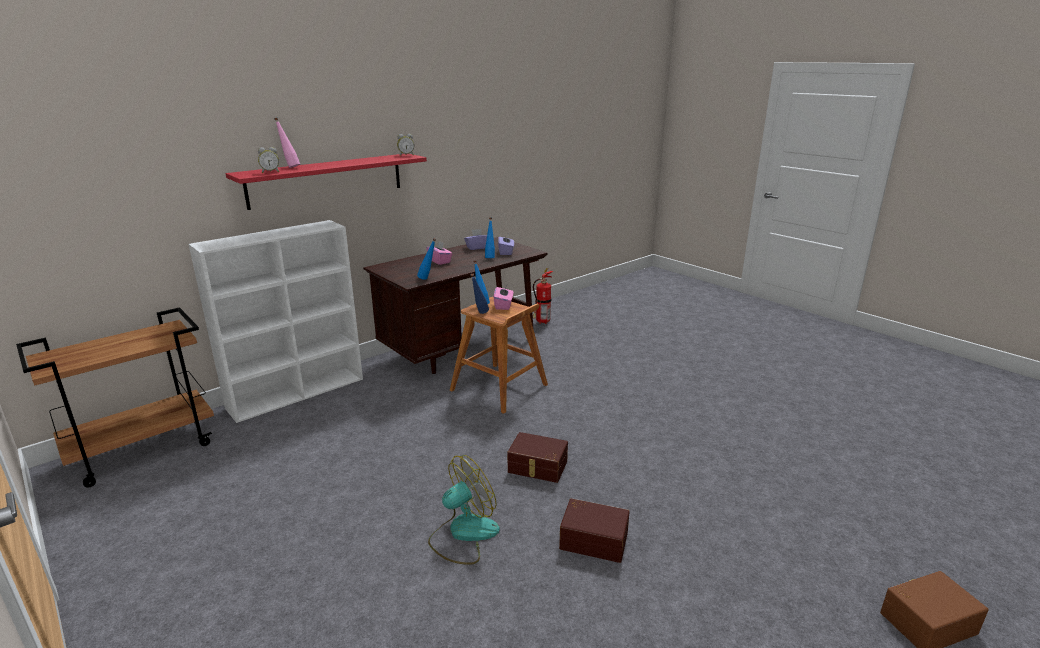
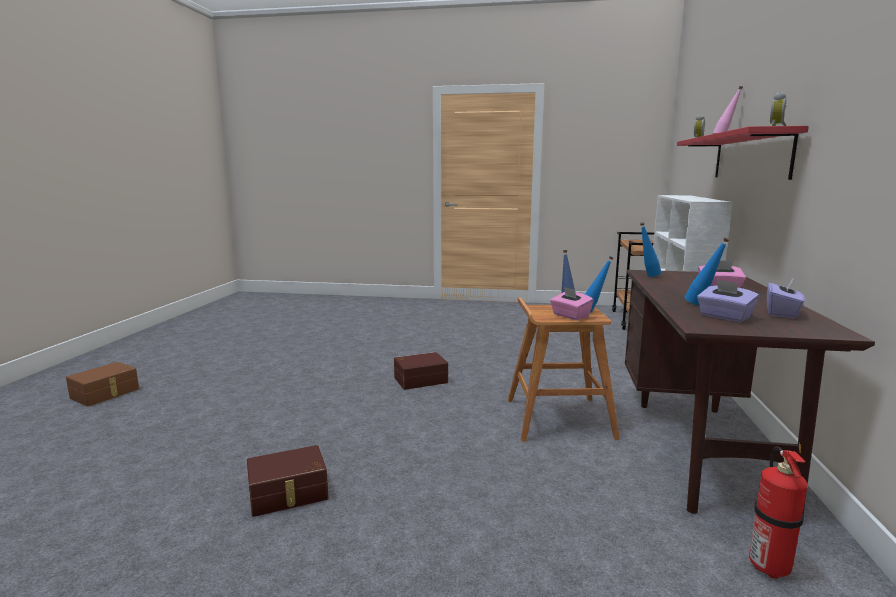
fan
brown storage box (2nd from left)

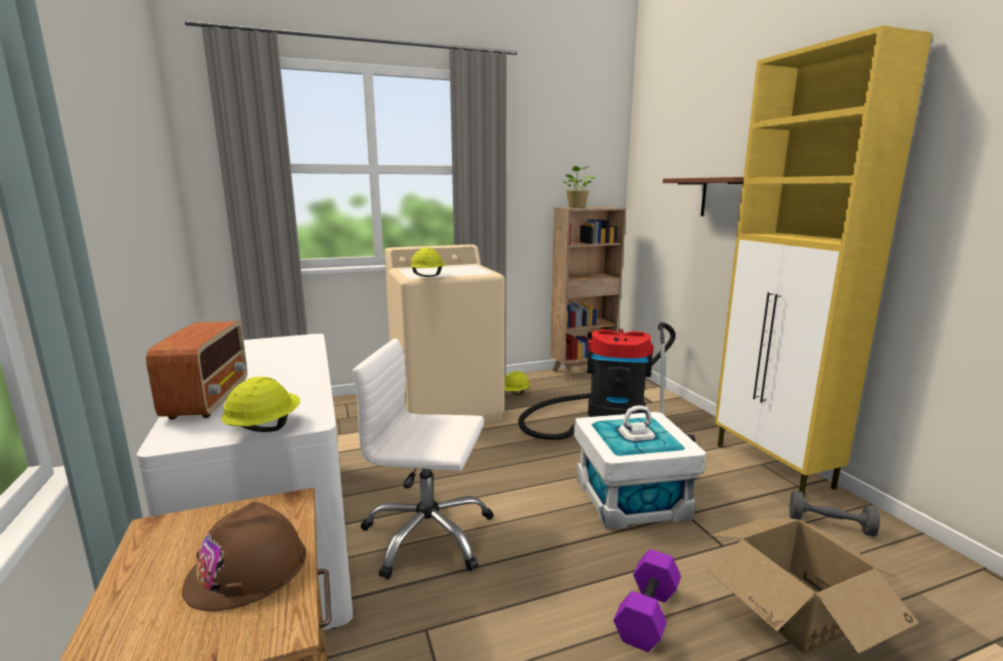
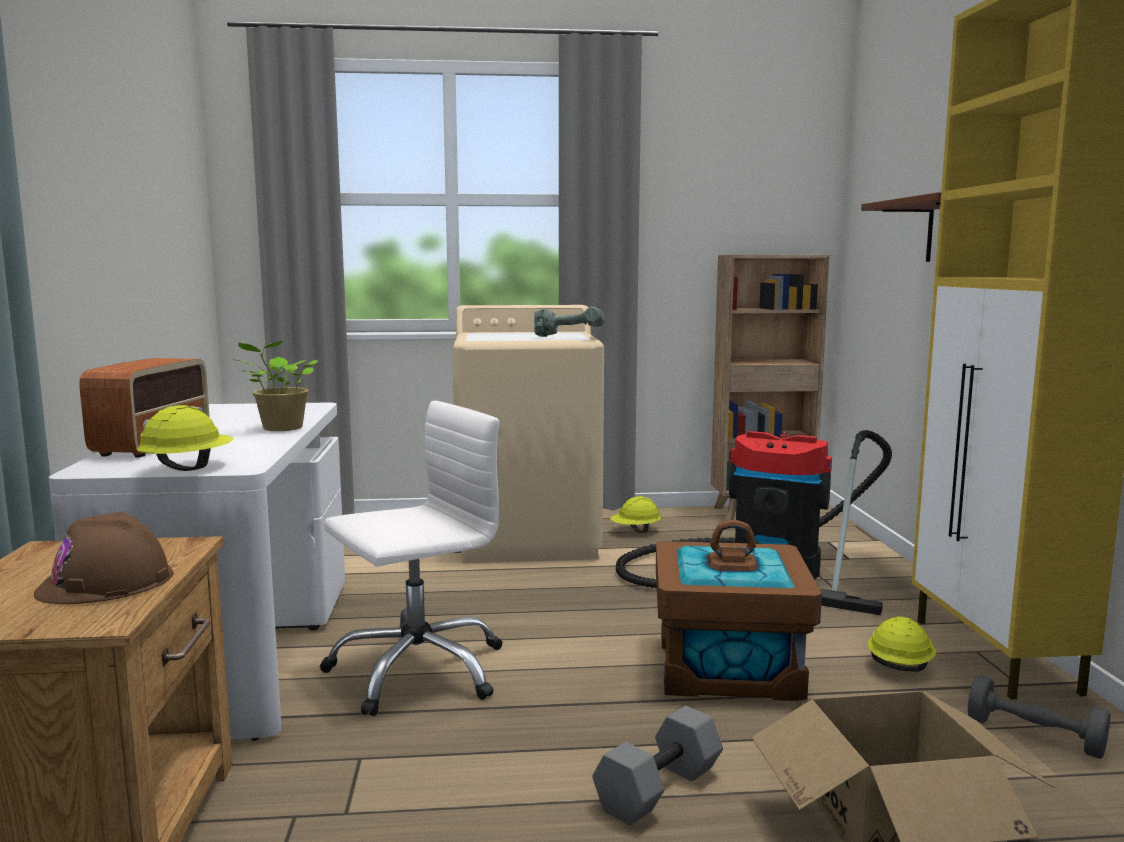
potted plant
yellow hard hat (3rd from left)
white office chair
brown storage box
grey dumbbell (1st from left)
power drill

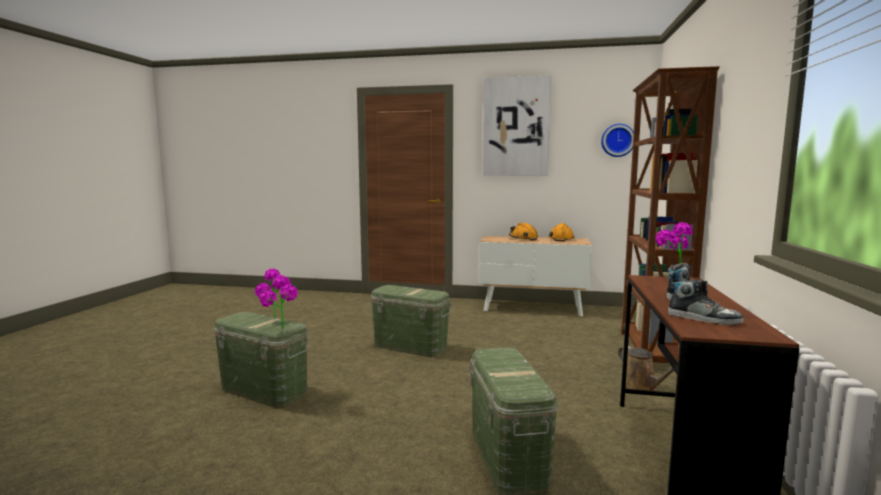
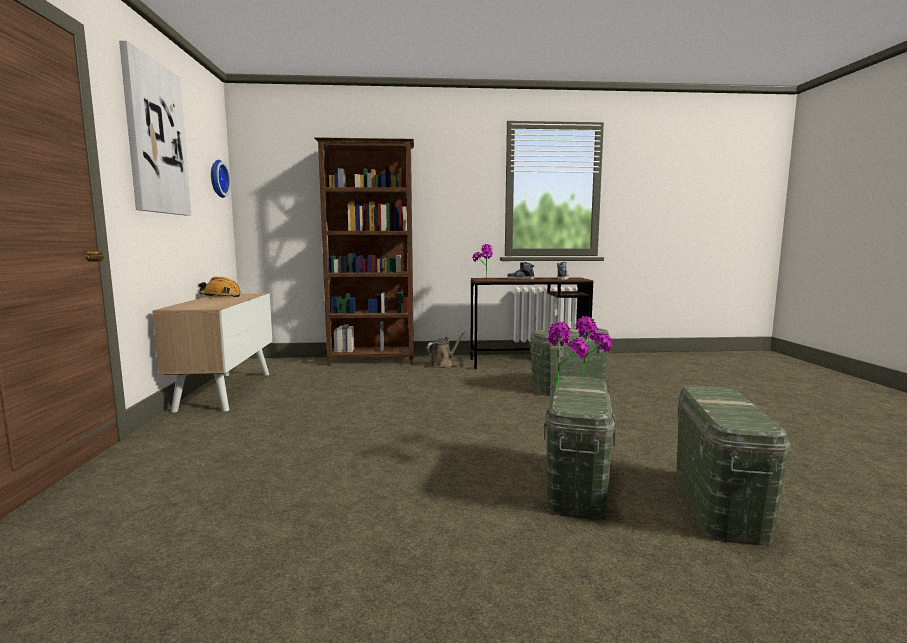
orange hard hat (1st from left in the first image)
green storage box (3rd from left)

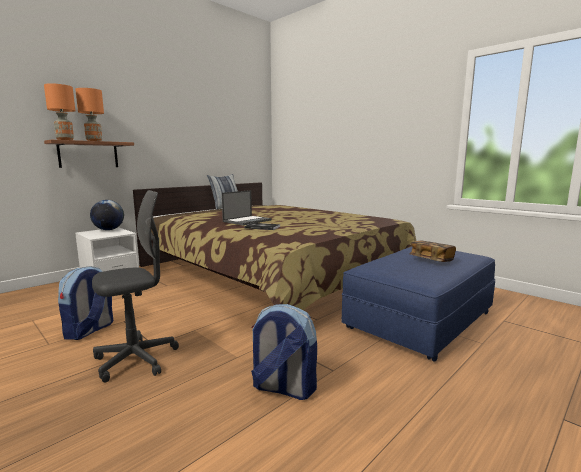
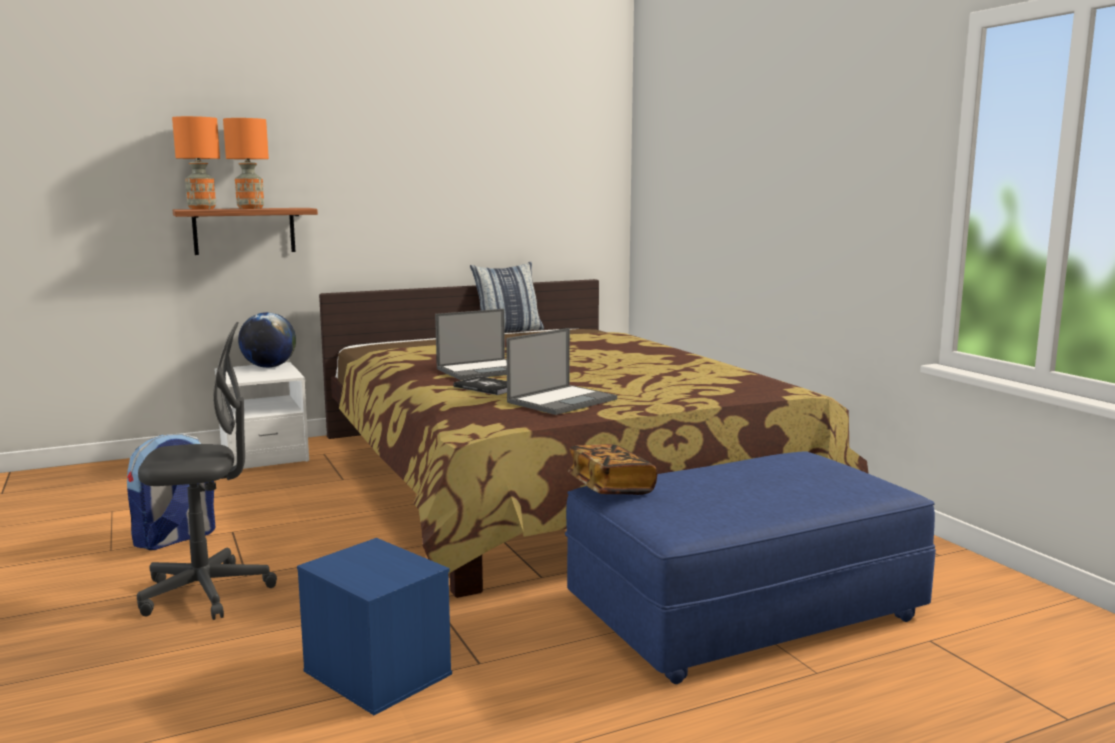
book (2nd from left)
blue storage box
laptop (2nd from left)

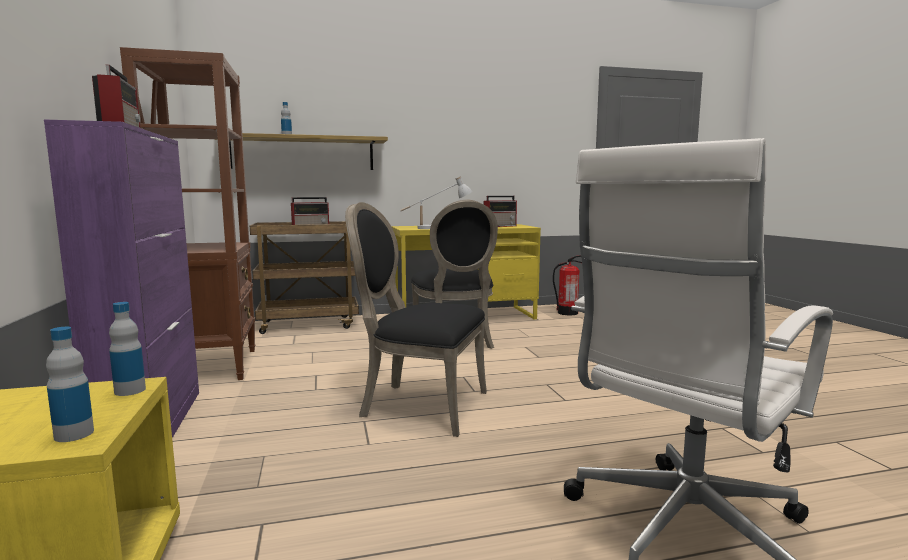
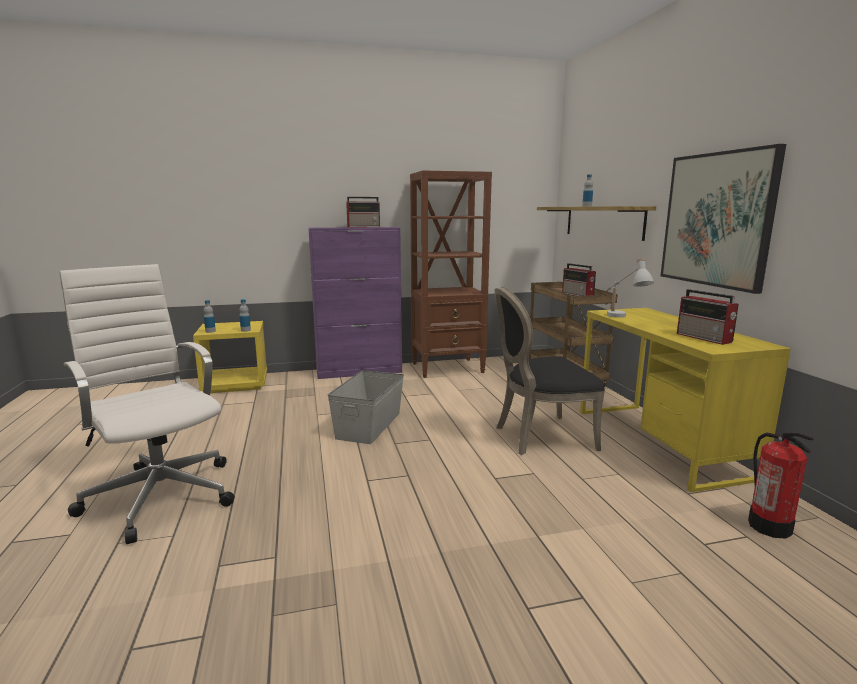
grey storage box
picture

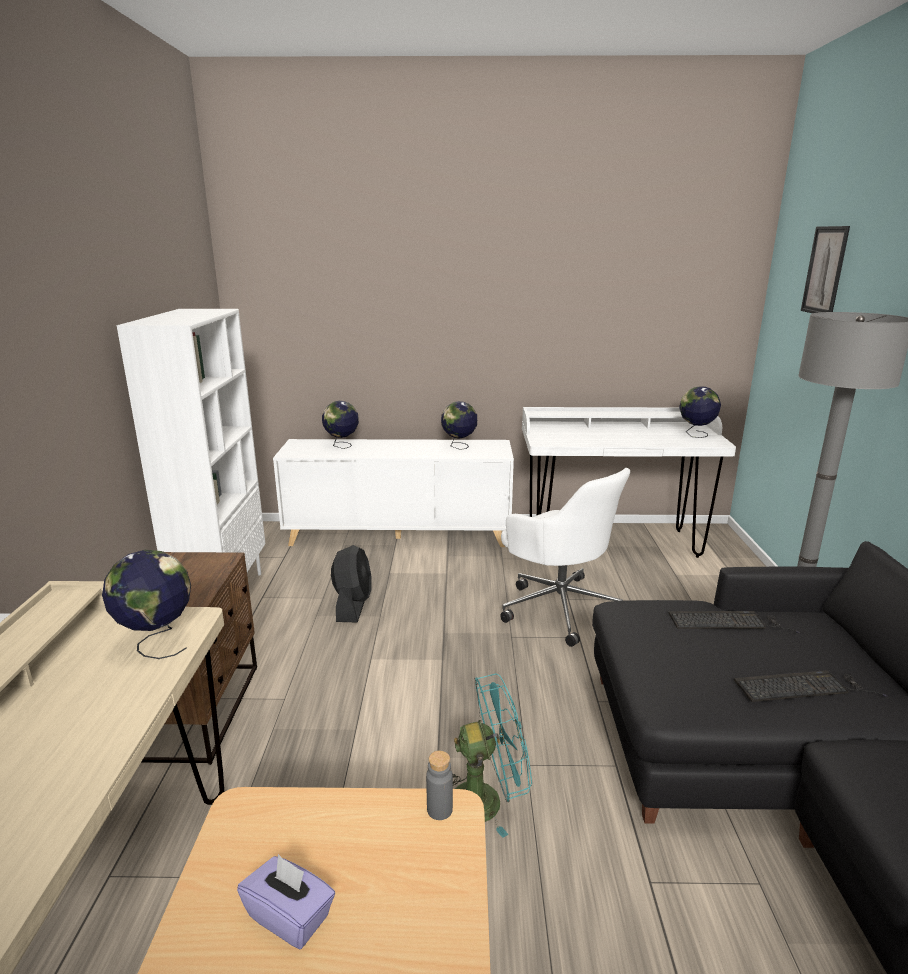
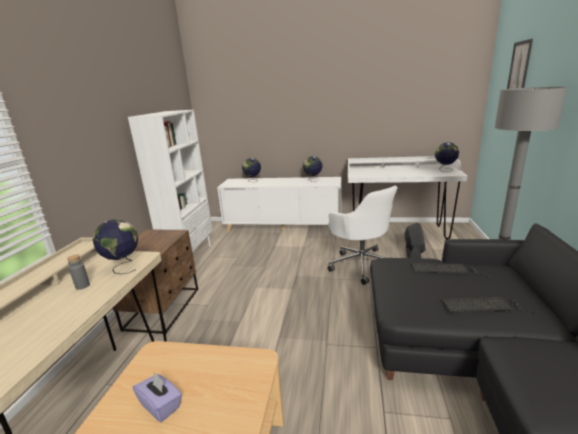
black fan
turquoise fan
grey bottle

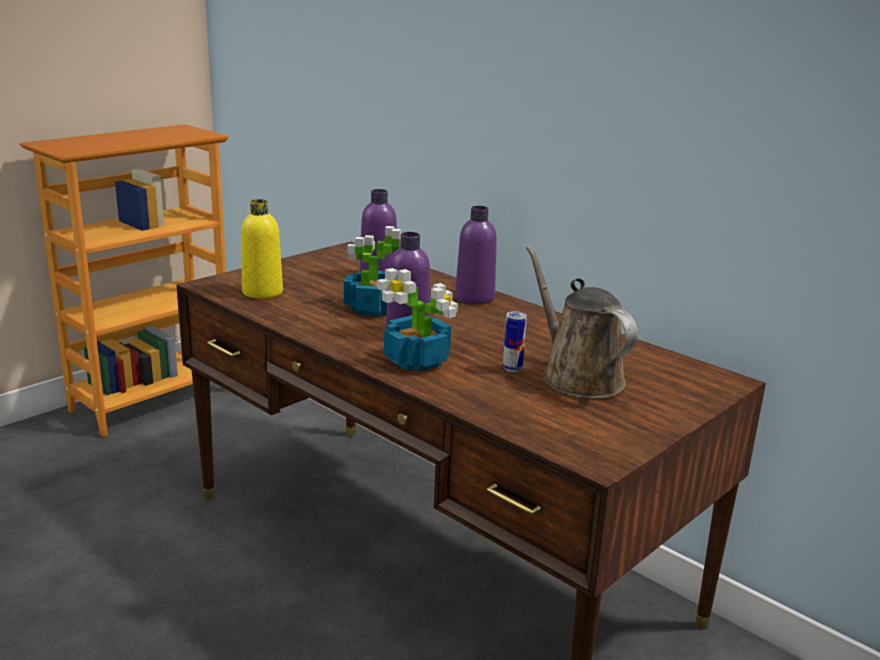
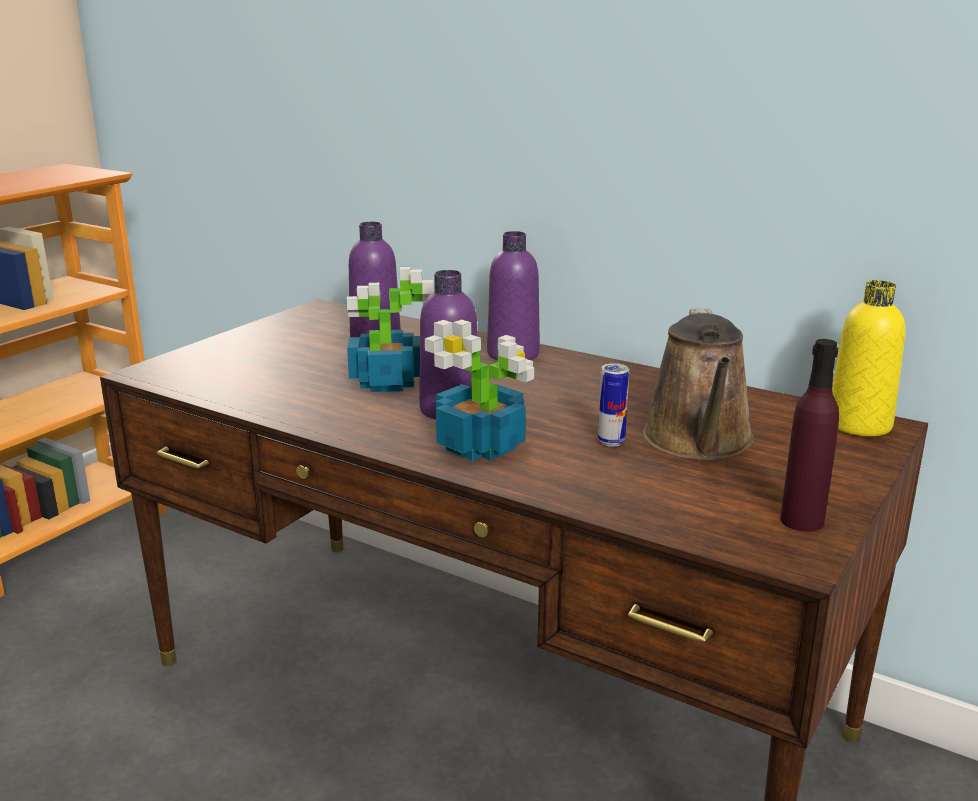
yellow bottle
brown watering can
purple bottle (4th from left)

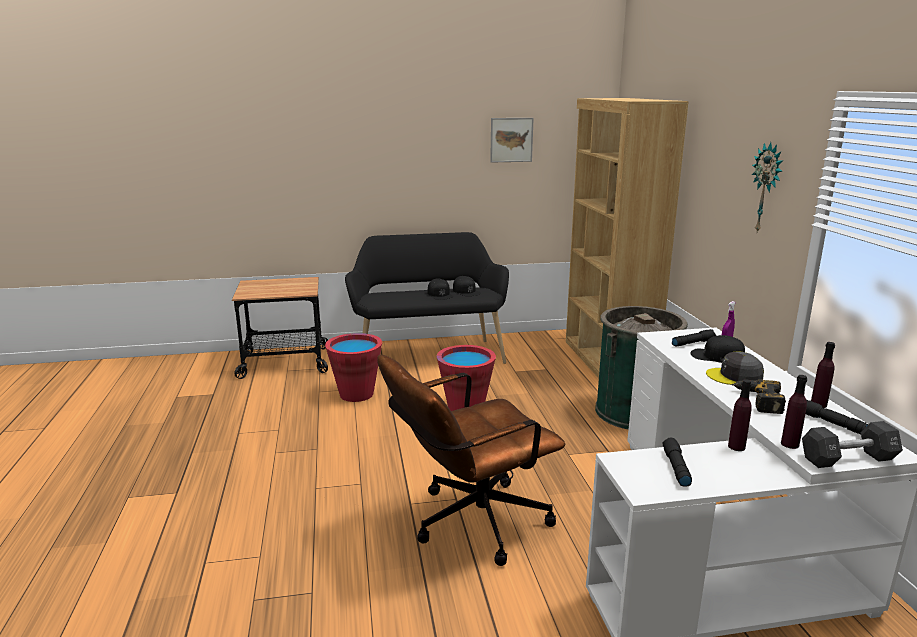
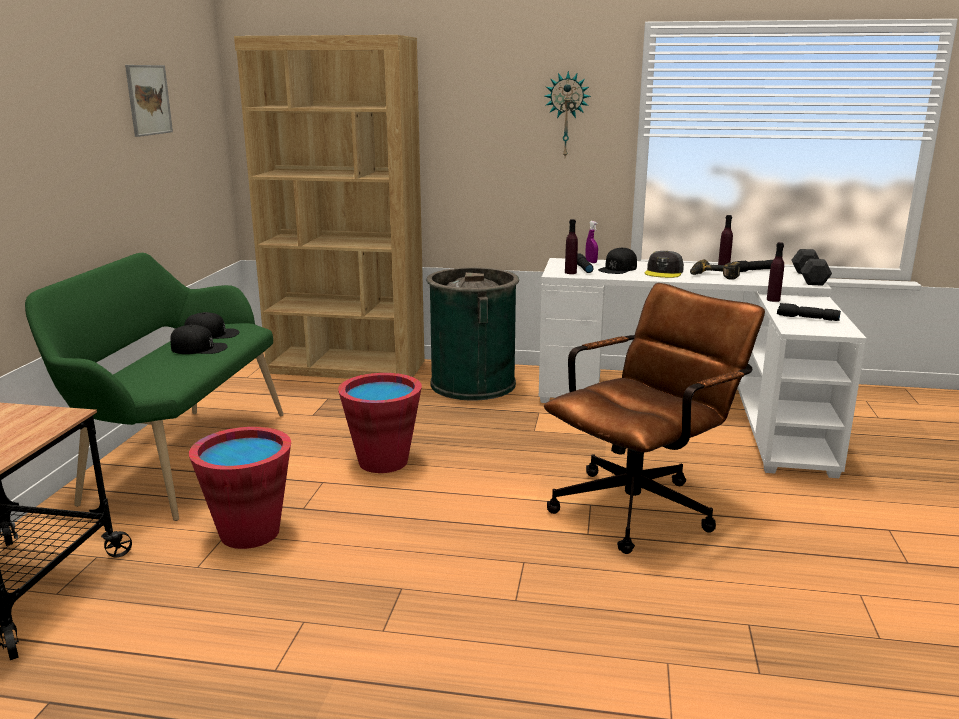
green bench
brown office chair
purple bottle (1st from left)

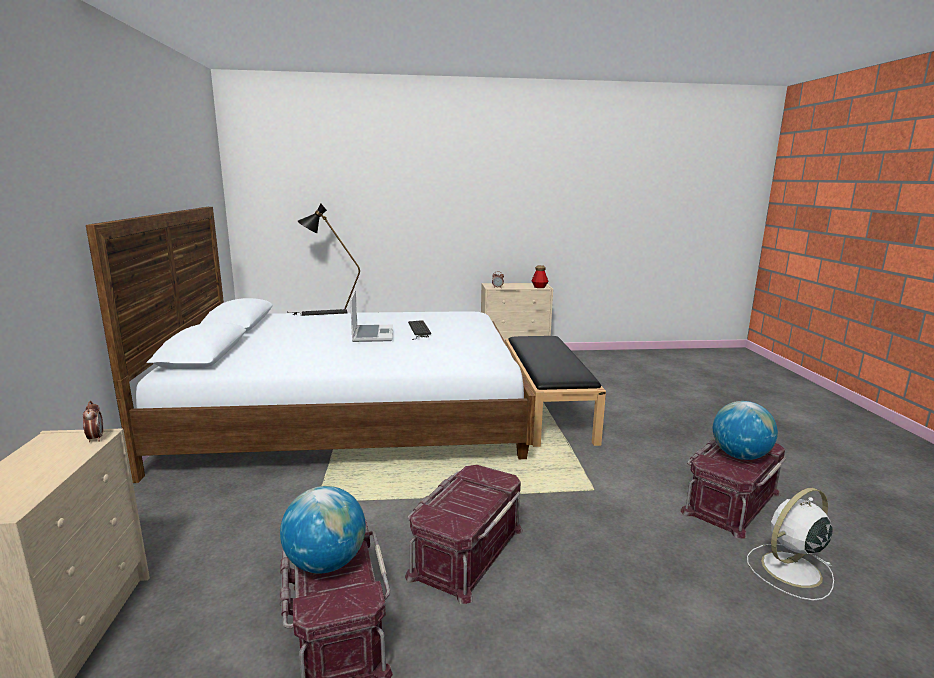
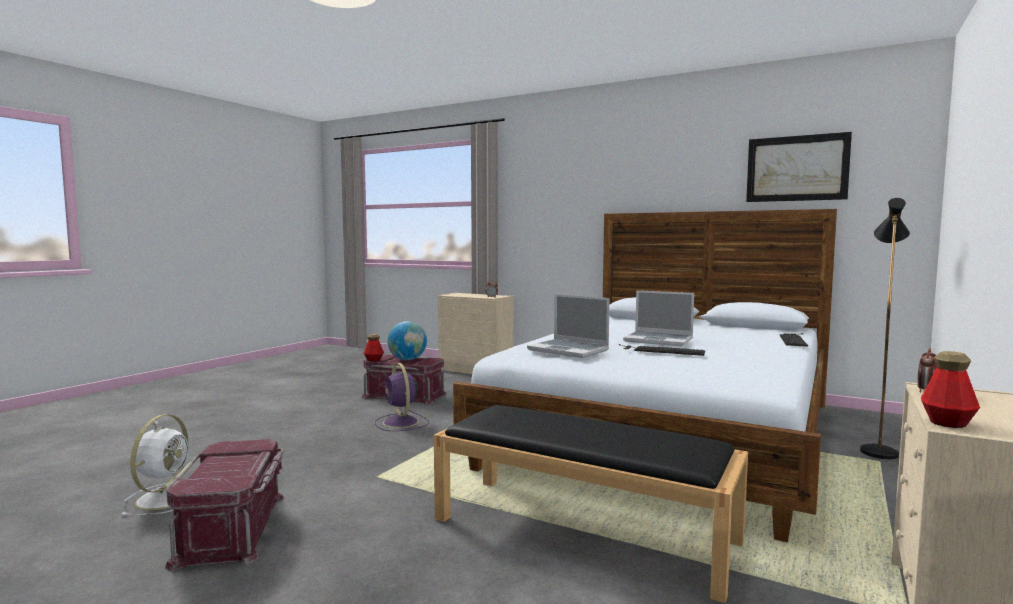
globe (2nd from left in the first image)
purple fan
picture
laptop (1st from left)
bottle (1st from left)

